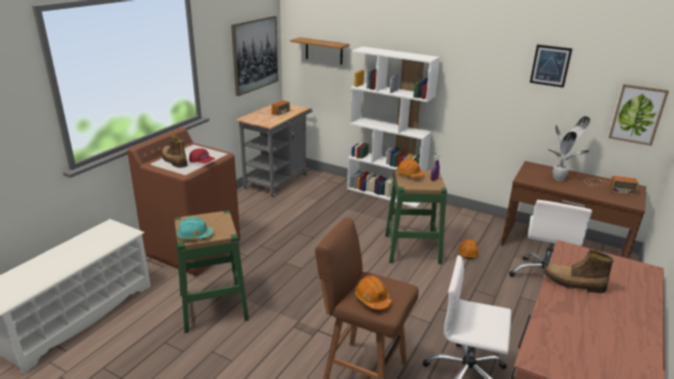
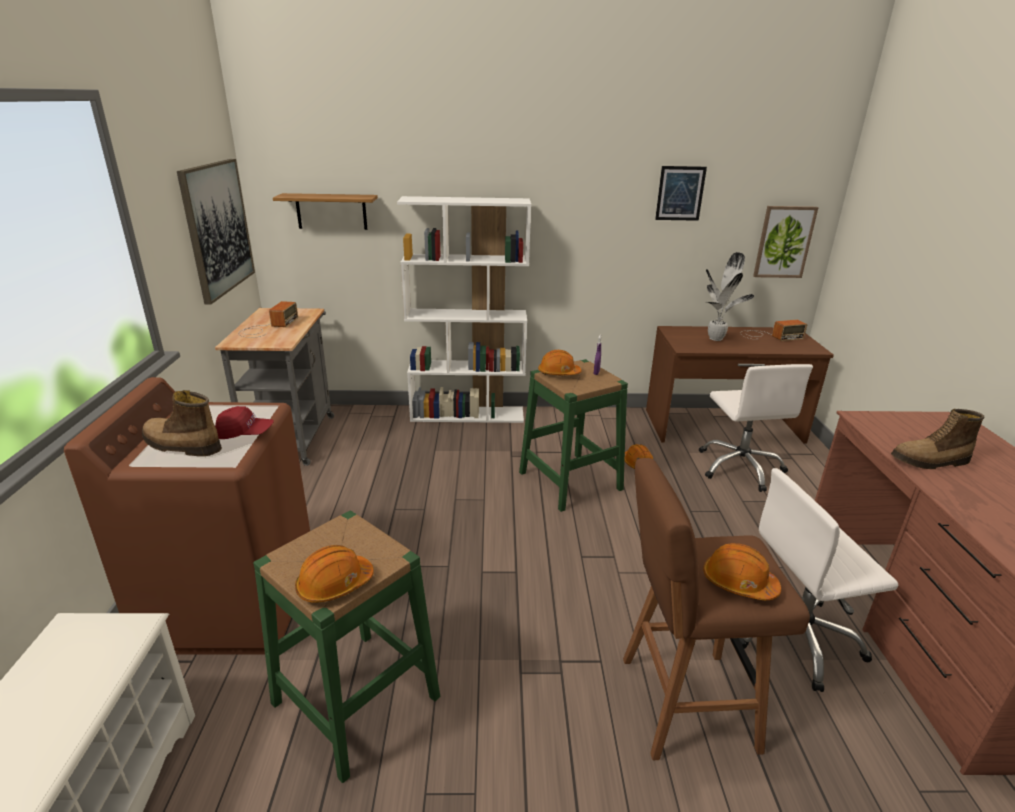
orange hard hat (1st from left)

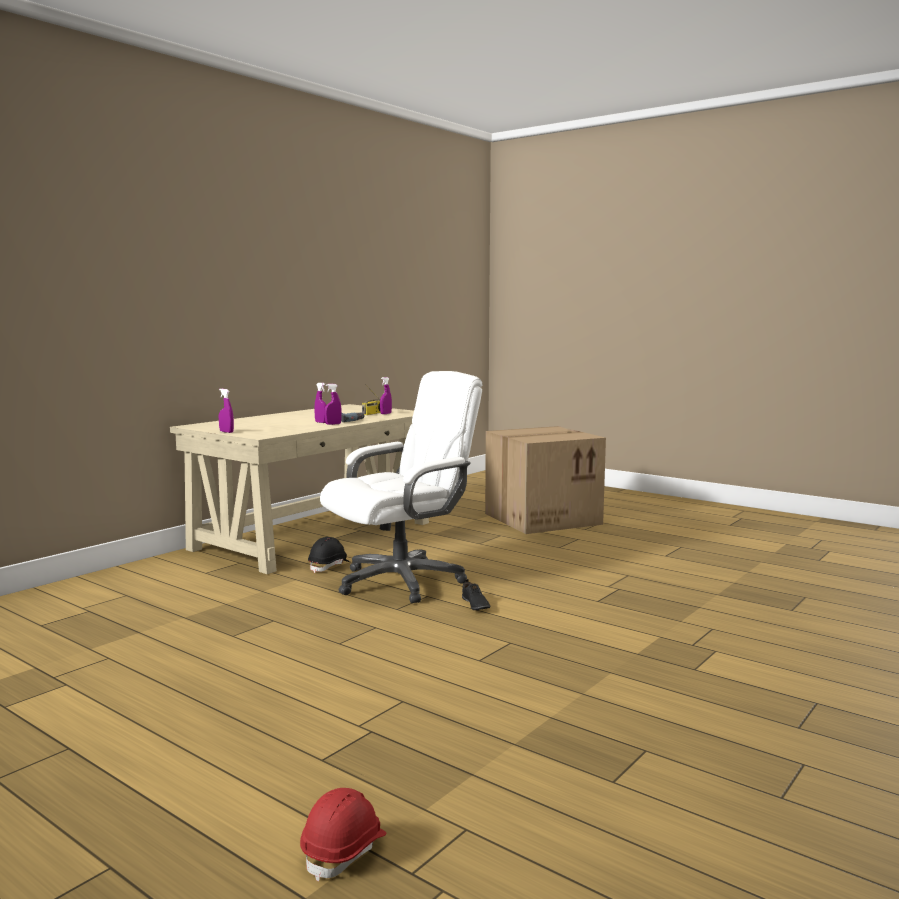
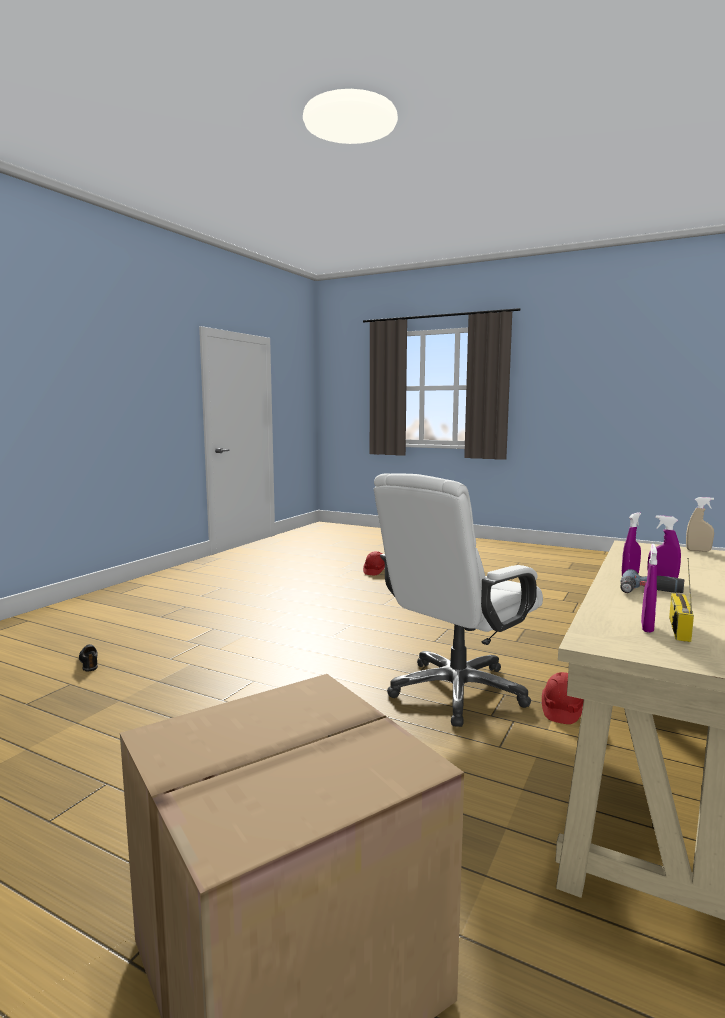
beige spray bottle
red hard hat (2nd from left)
black shoe

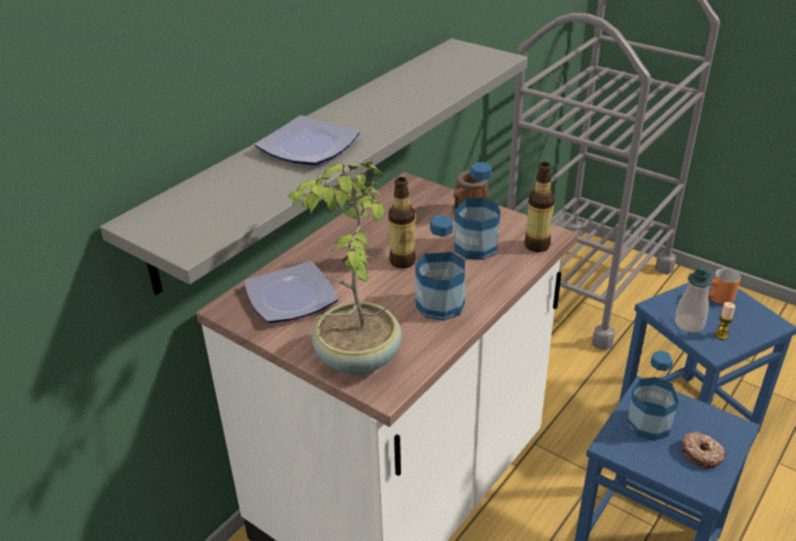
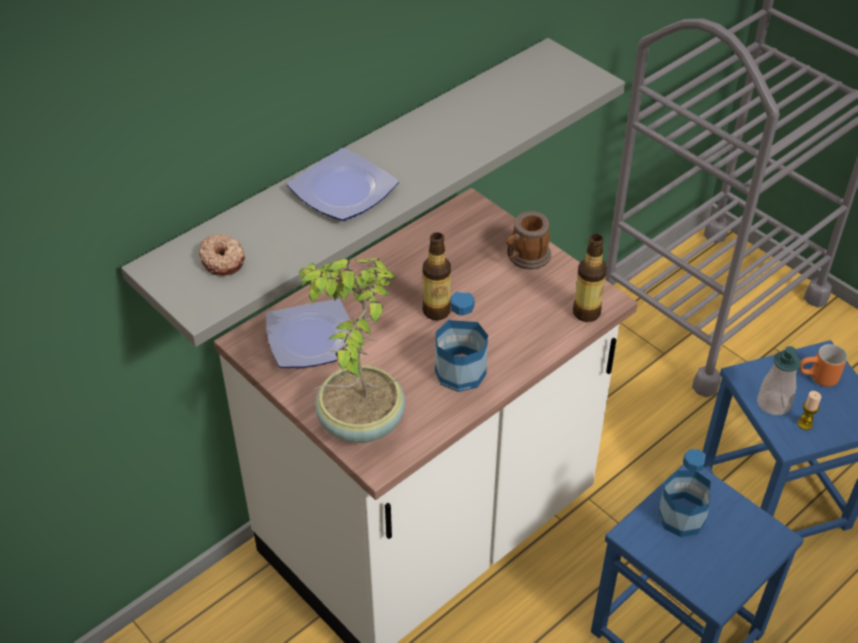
bottle (3rd from left in the first image)
donut

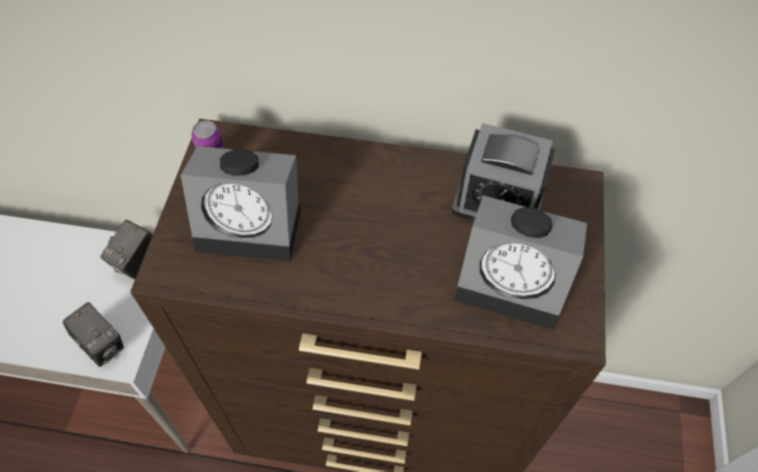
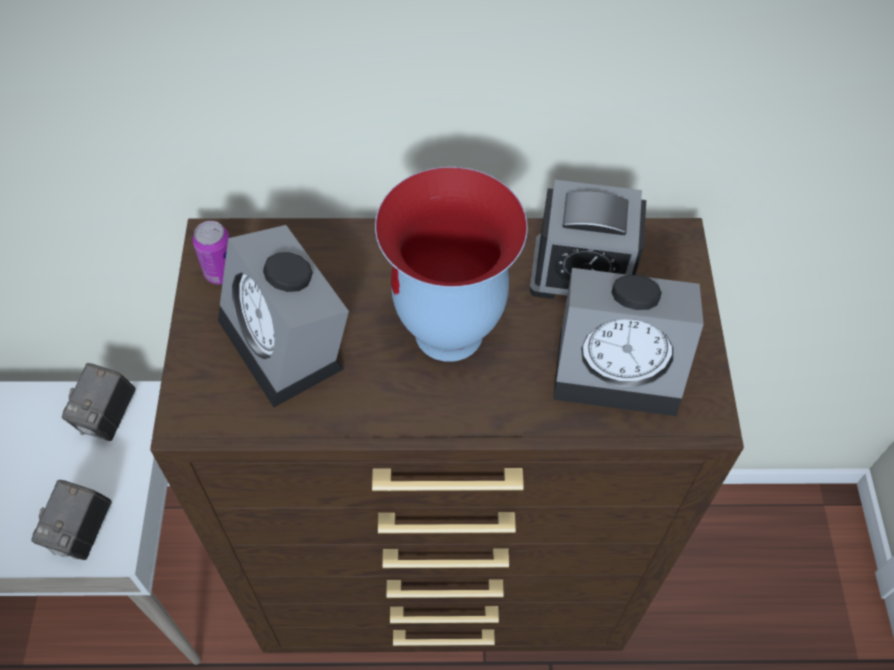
alarm clock (1st from left)
photo camera (1st from left)
vase

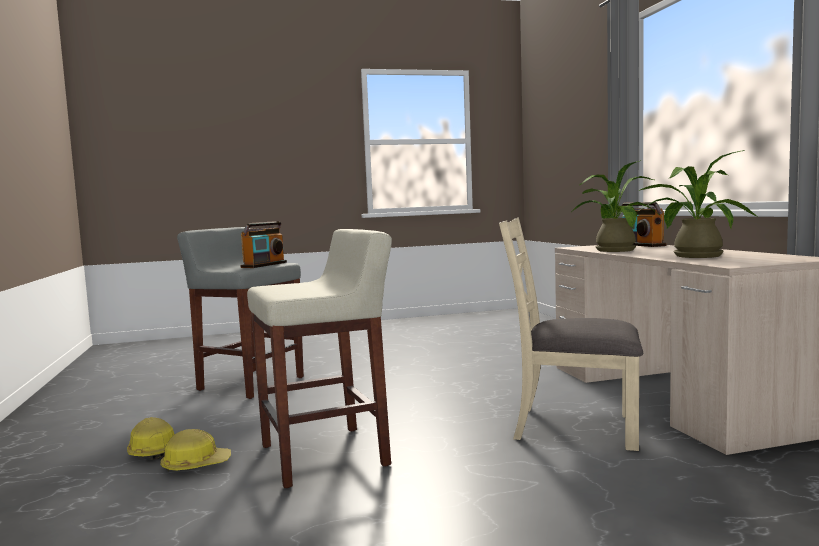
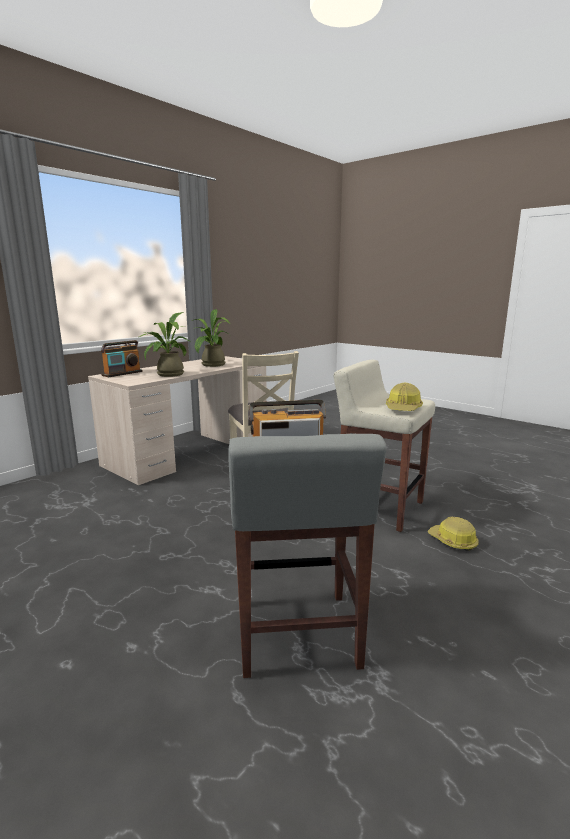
hard hat (1st from left)

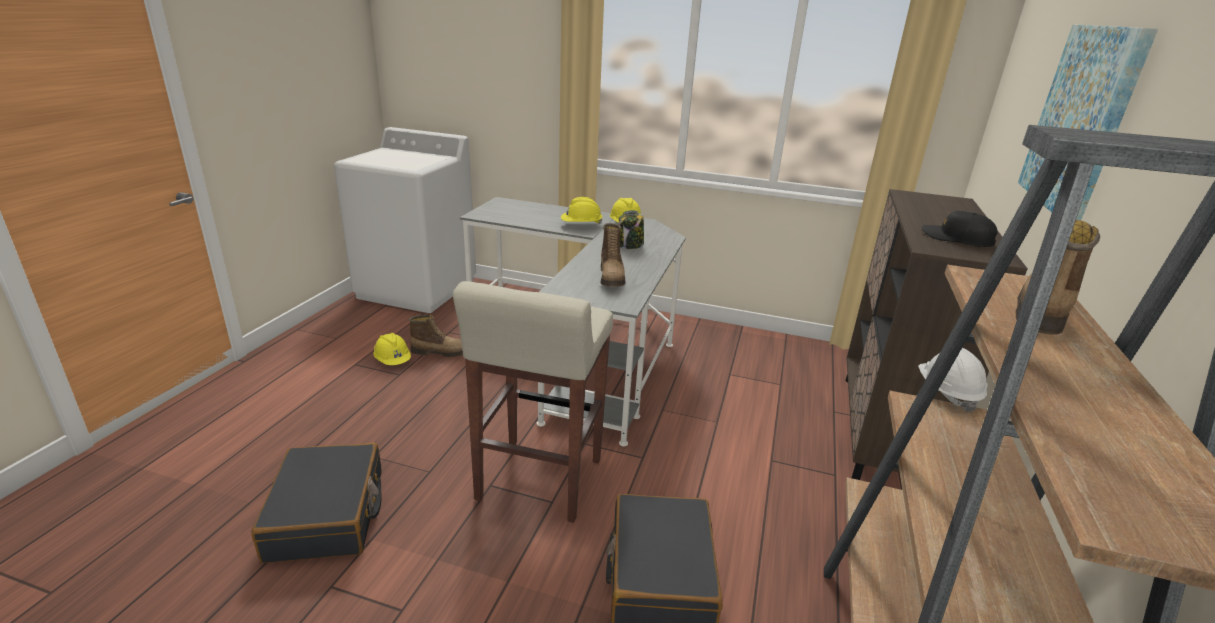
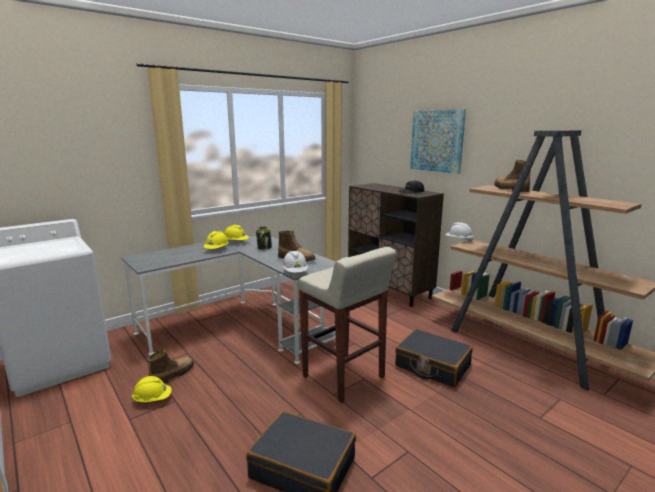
white hard hat (1st from left)

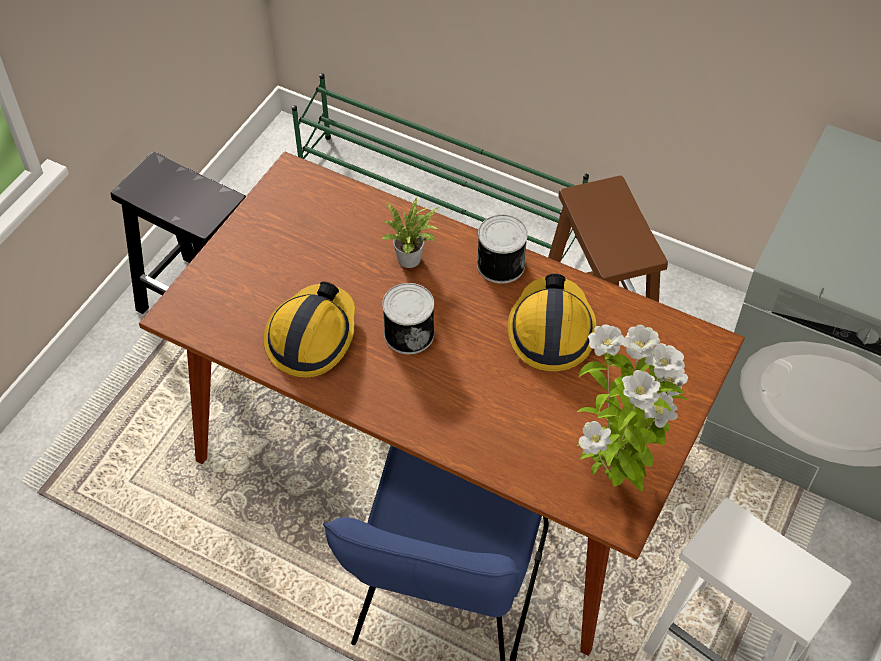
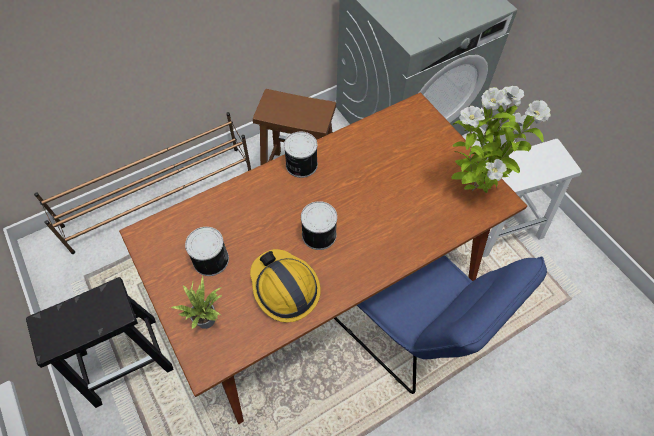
brown shoe rack
potted plant (1st from left)
hard hat (2nd from left in the first image)
can (1st from left)

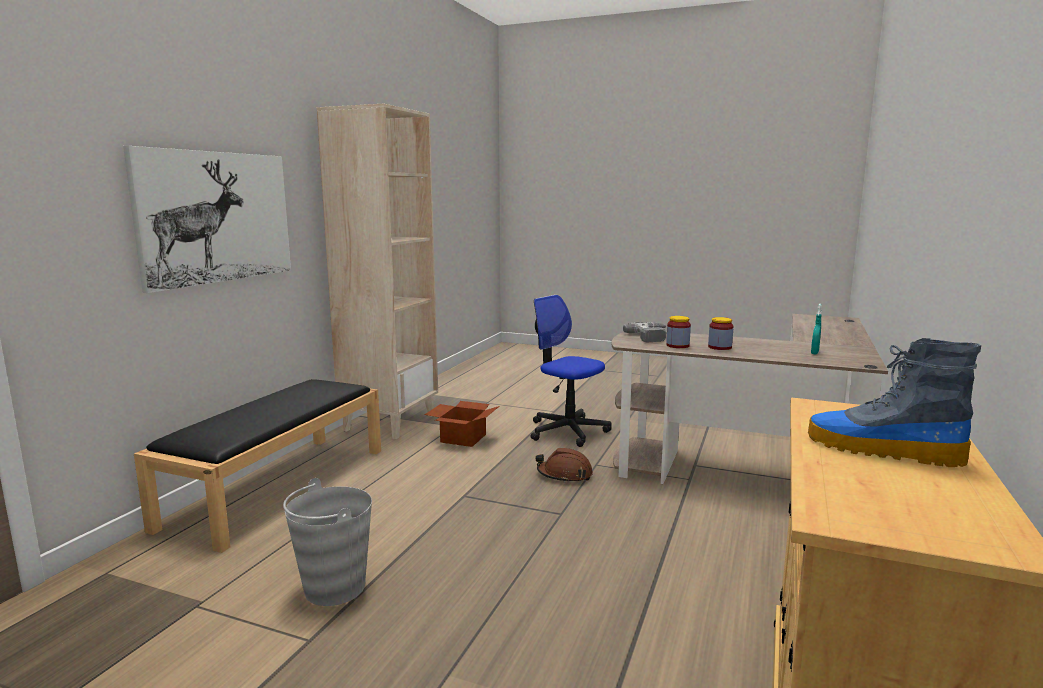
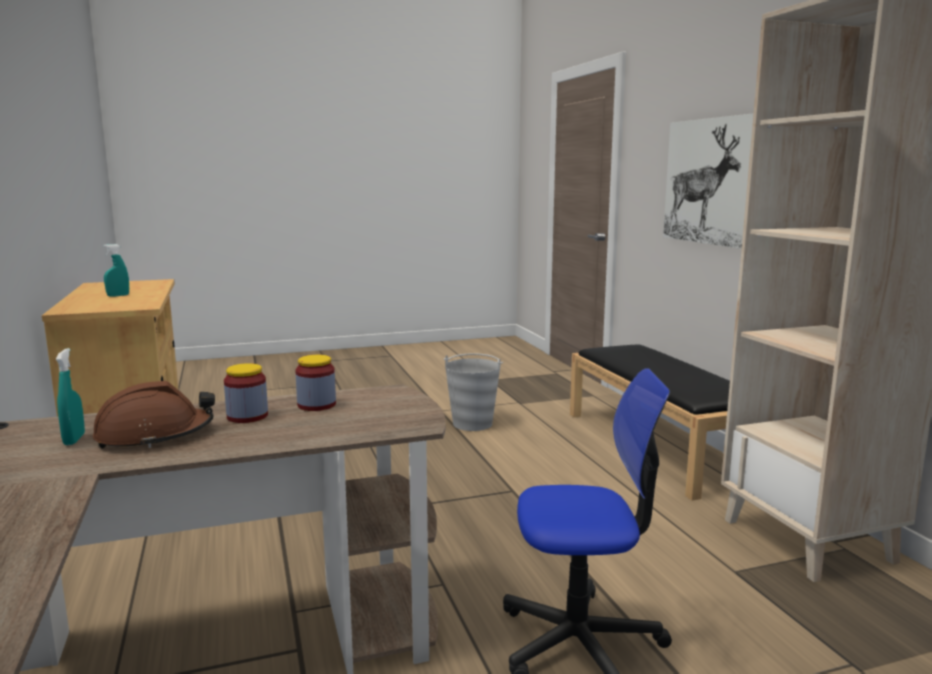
power drill
turquoise spray bottle (2nd from left)
cardboard box
brown hard hat

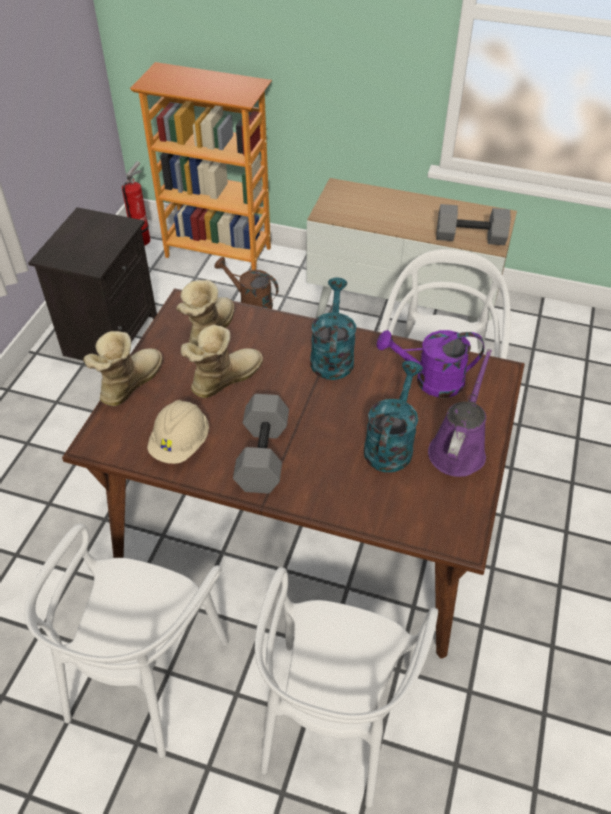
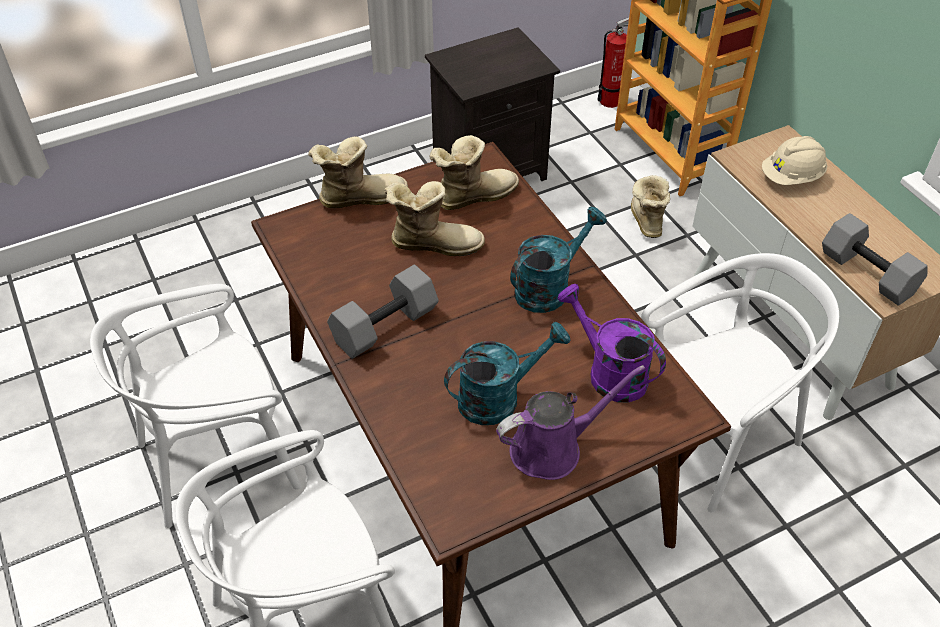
boot (4th from left)
beige hard hat

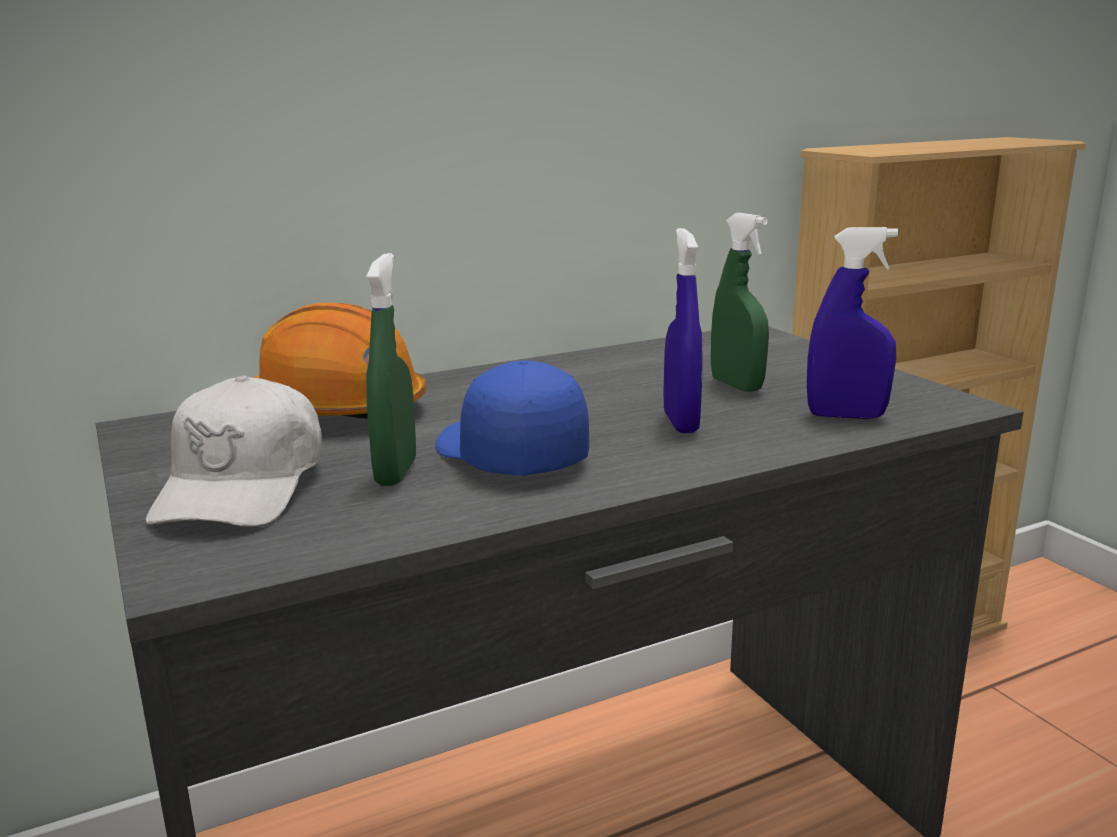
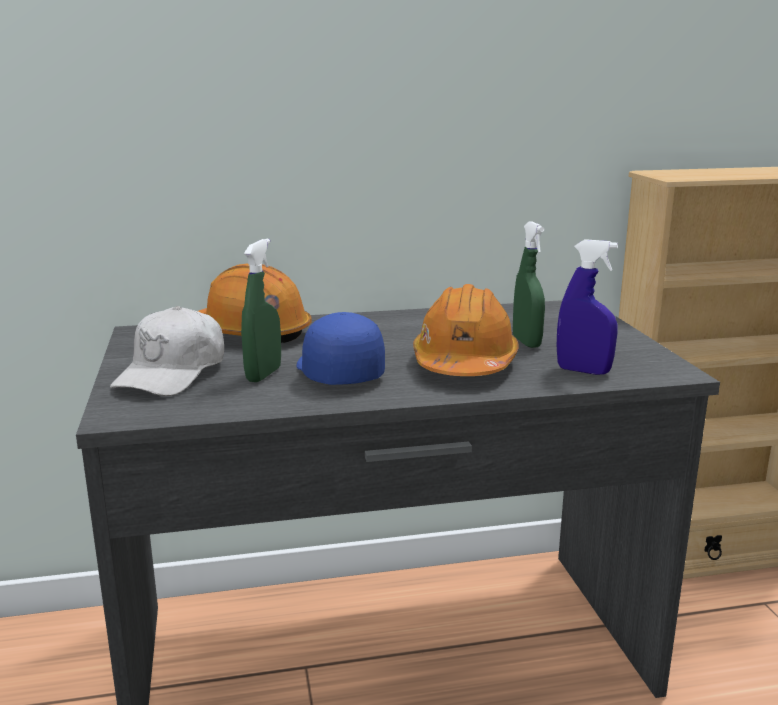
orange hard hat (2nd from left)

